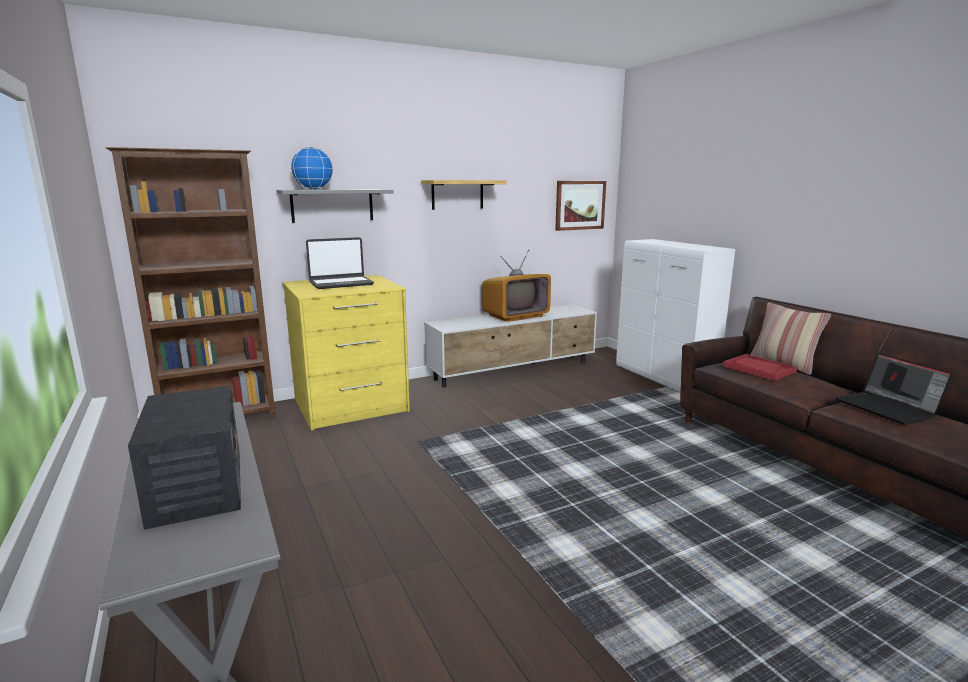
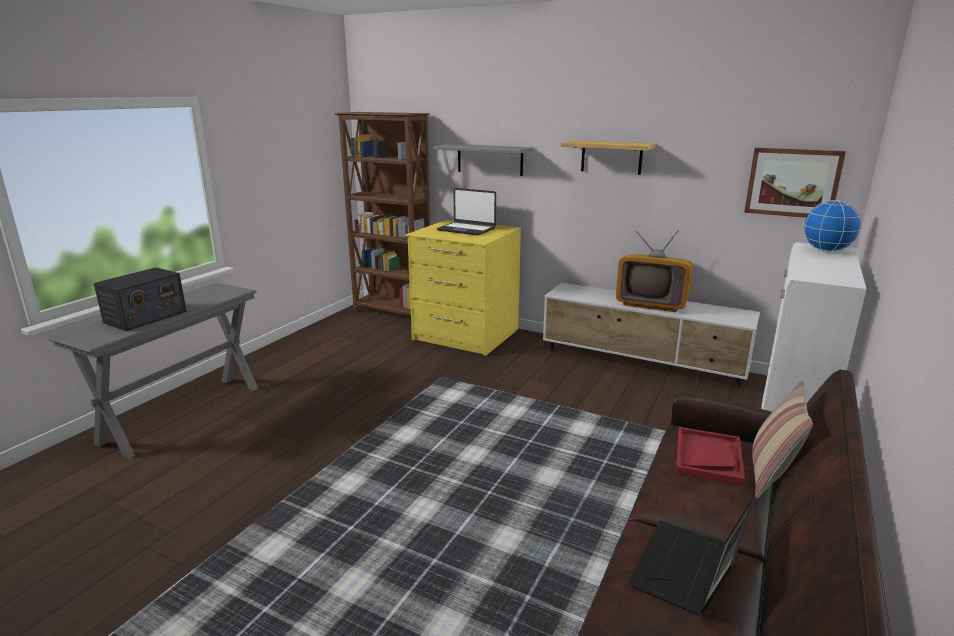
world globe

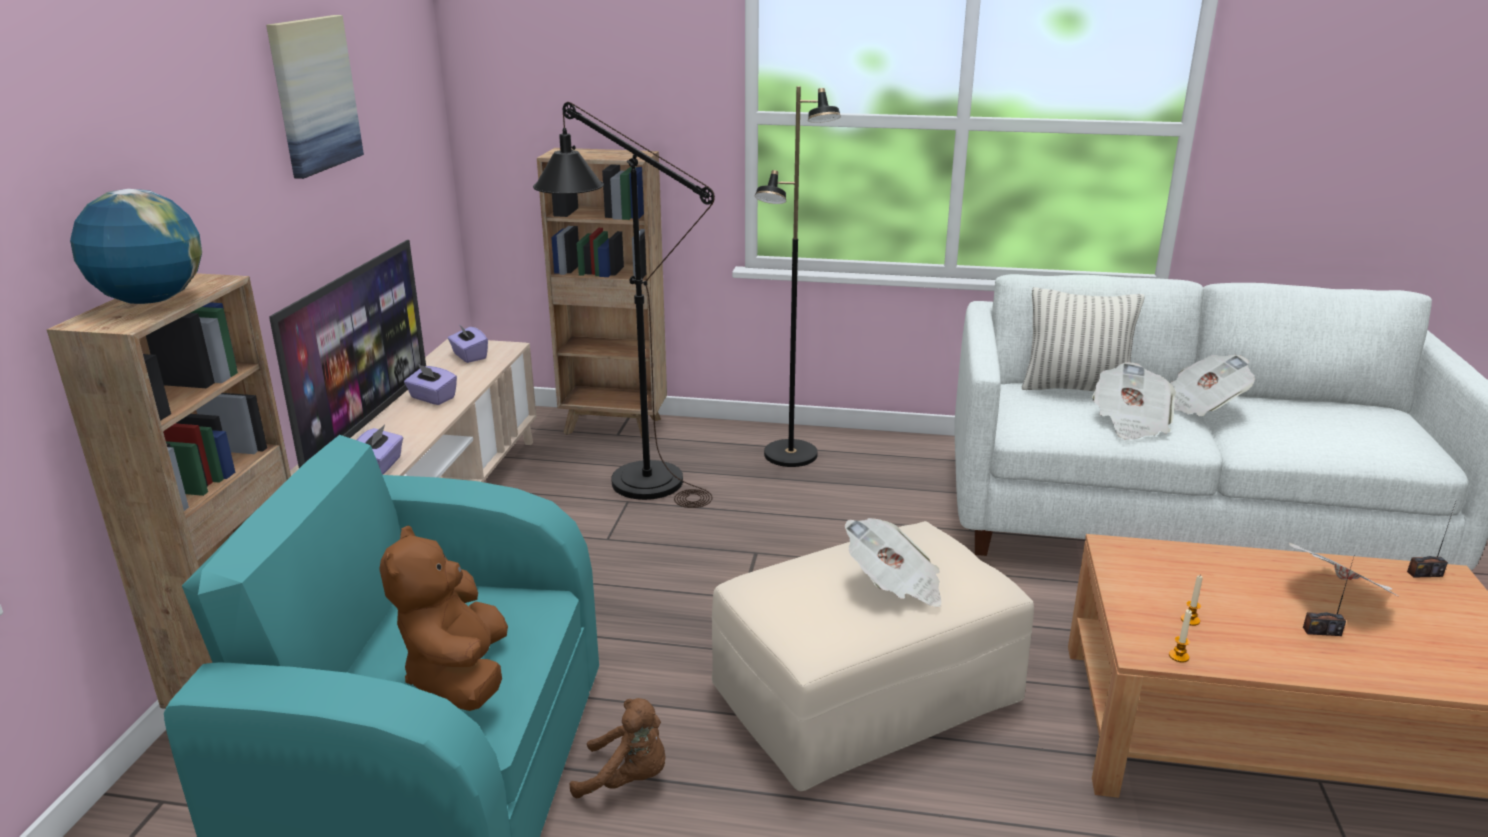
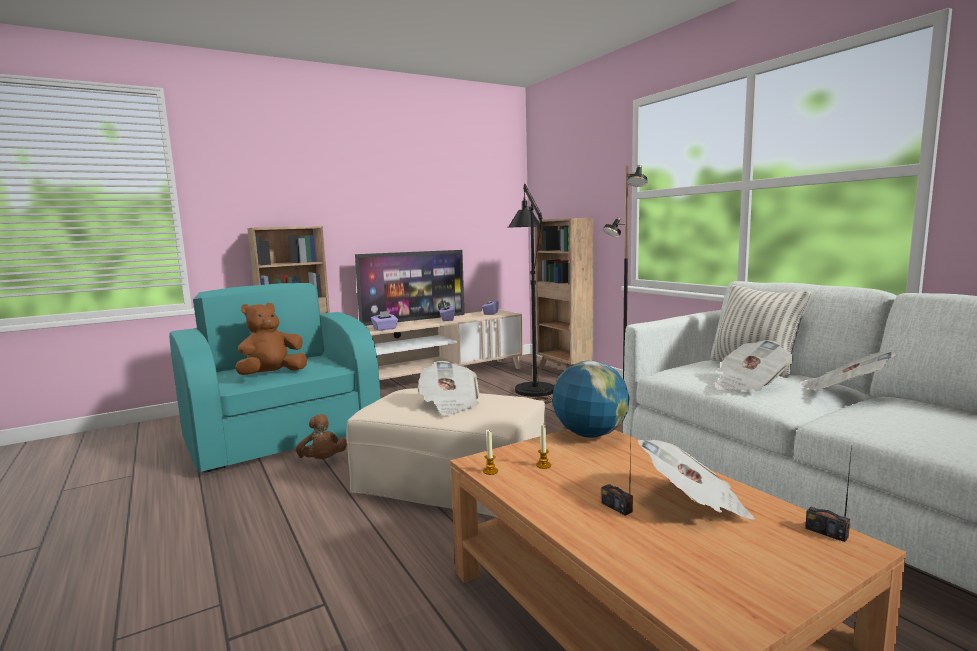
wall picture
world globe

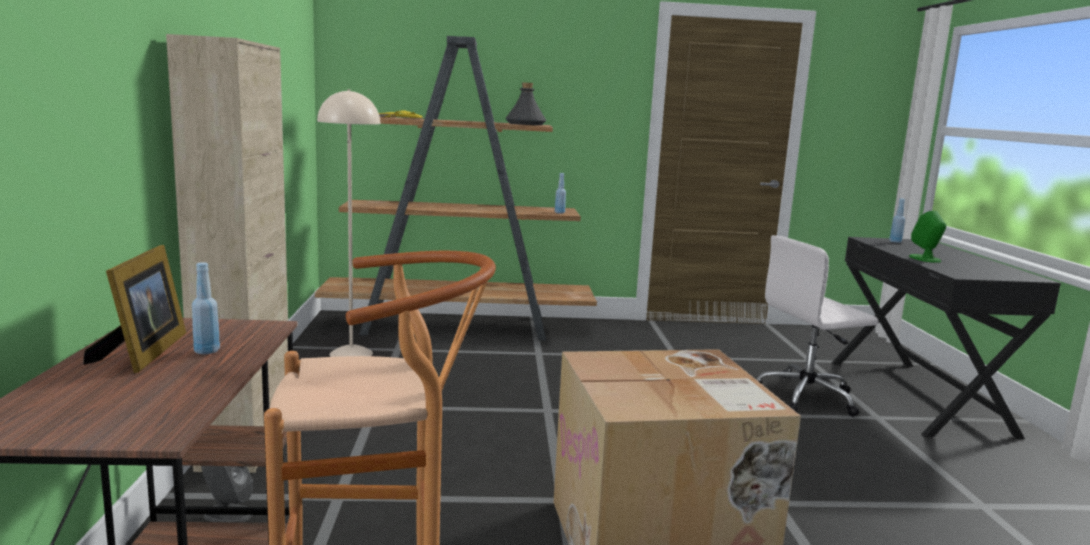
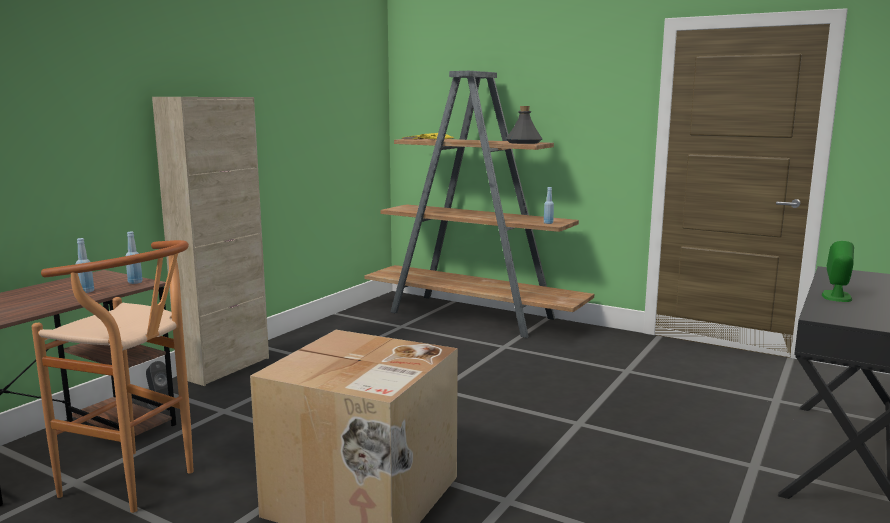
sand-coloured standing lamp
blue drink bottle (no. 2 from left)
whitish computer chair
photo frame

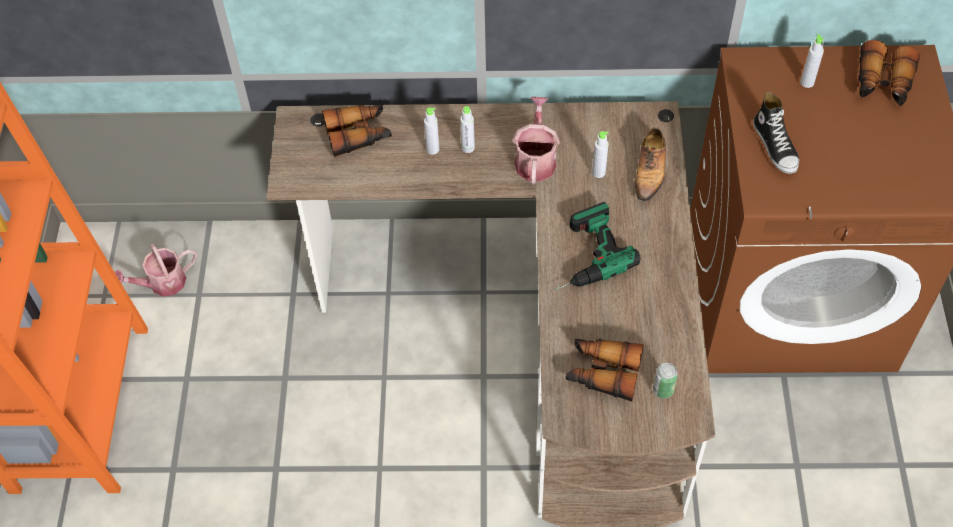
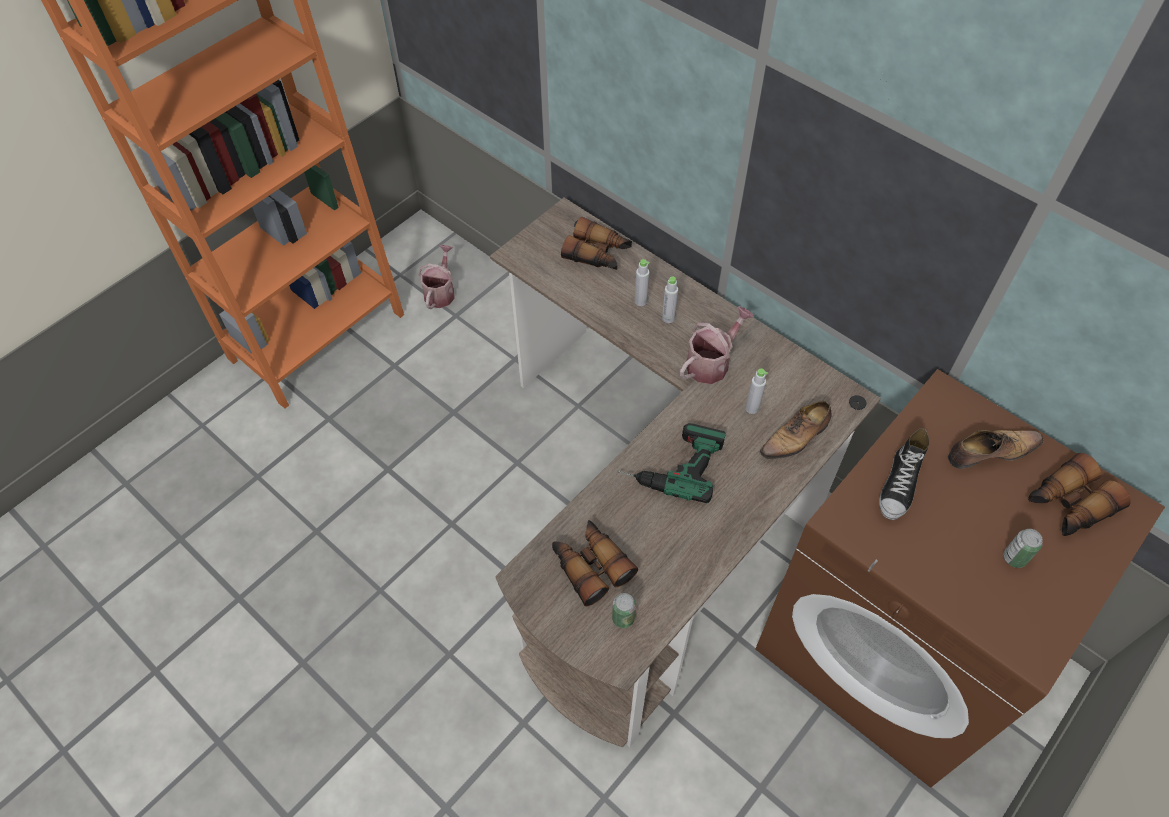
item of footwear (no. 3 from left)
sprinkling can (no. 1 from left)
can (no. 2 from left)

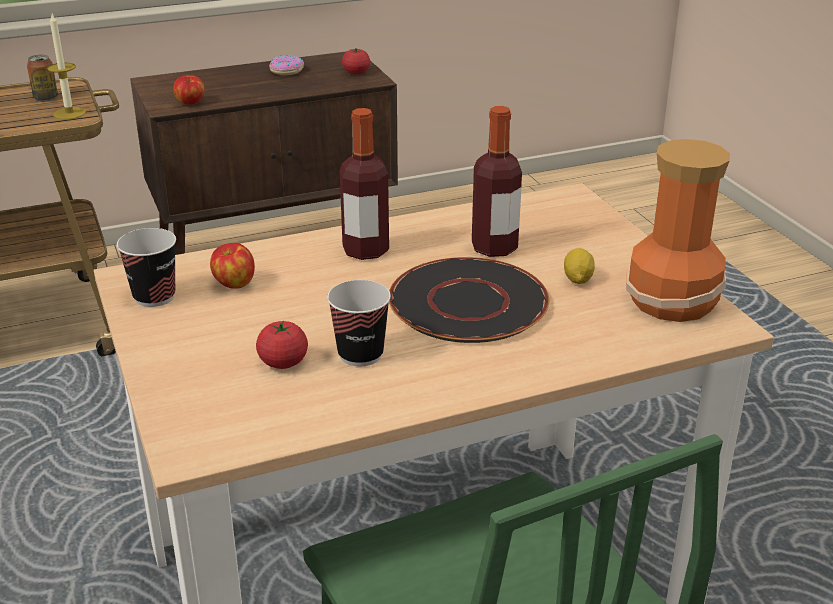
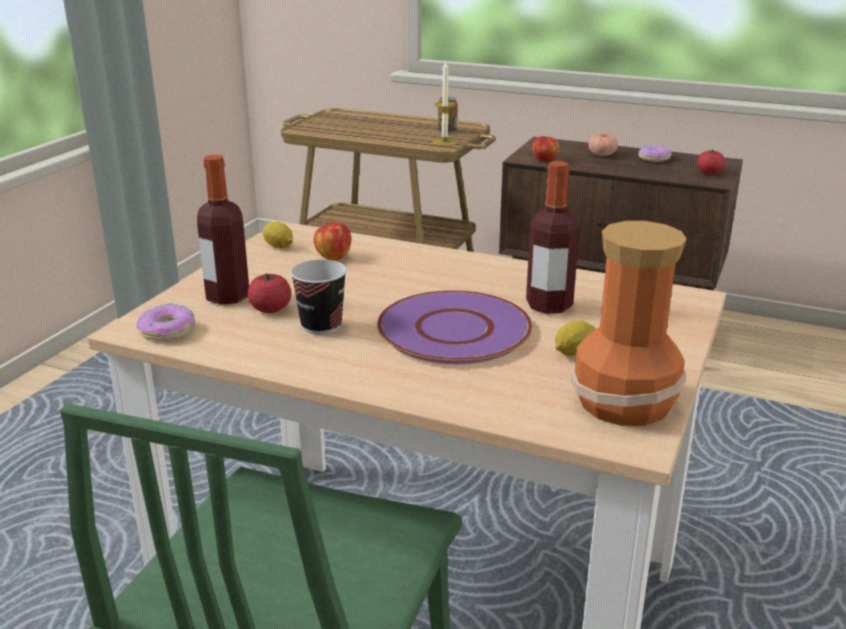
drink bottle (no. 1 from left)
citrus fruit (no. 1 from left)
purple-coloured dinner plate
tomato (no. 2 from left)
ring doughnut (no. 1 from left)

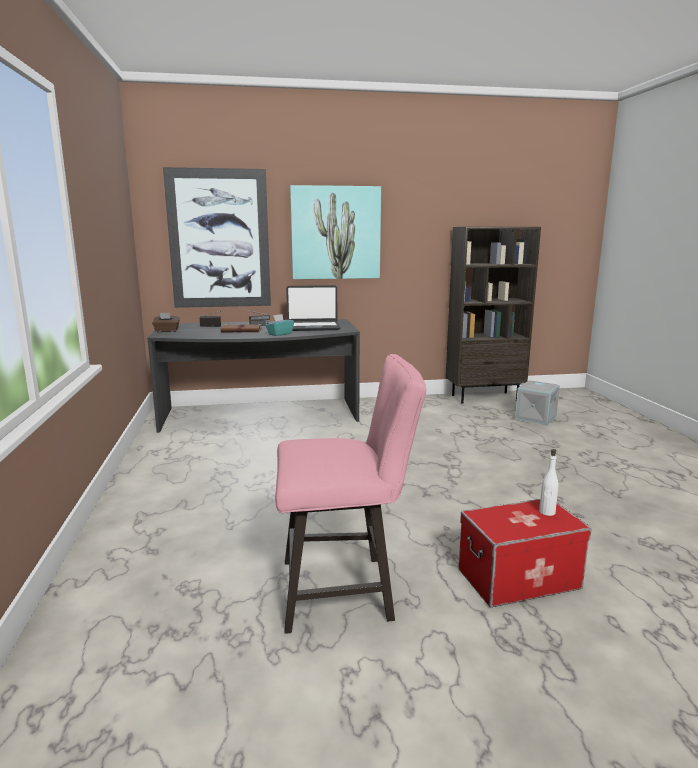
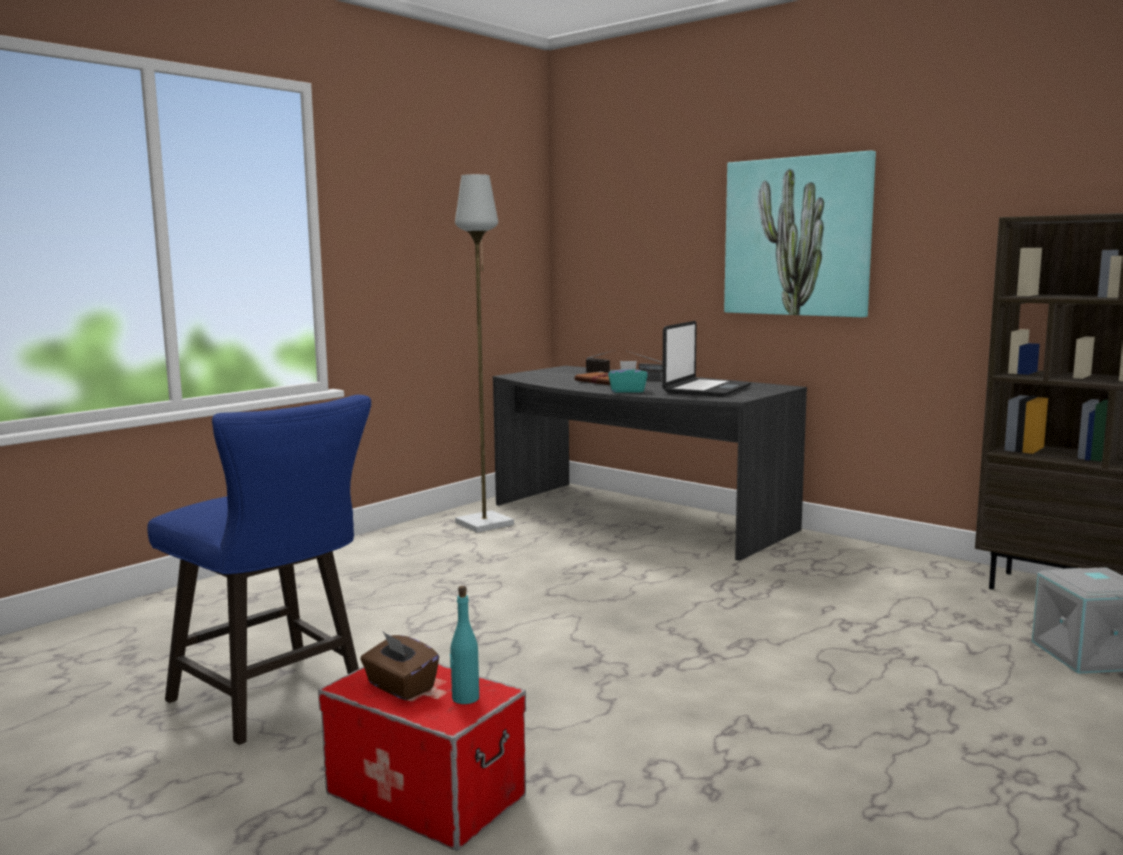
wall picture (no. 1 from left in the first image)
notebook computer
brown-coloured tissue holder
blue stool
turquoise drink bottle
gray standing lamp

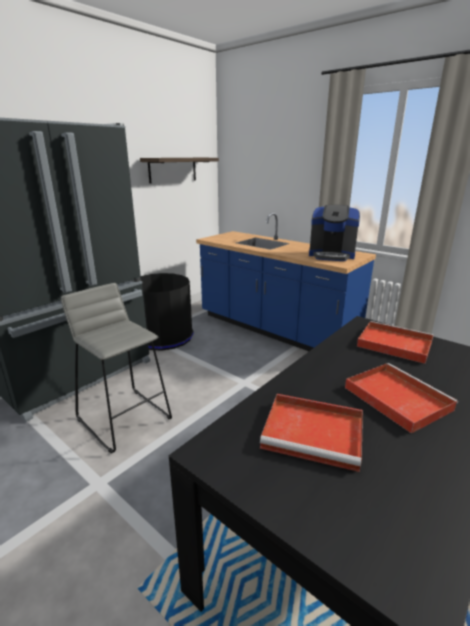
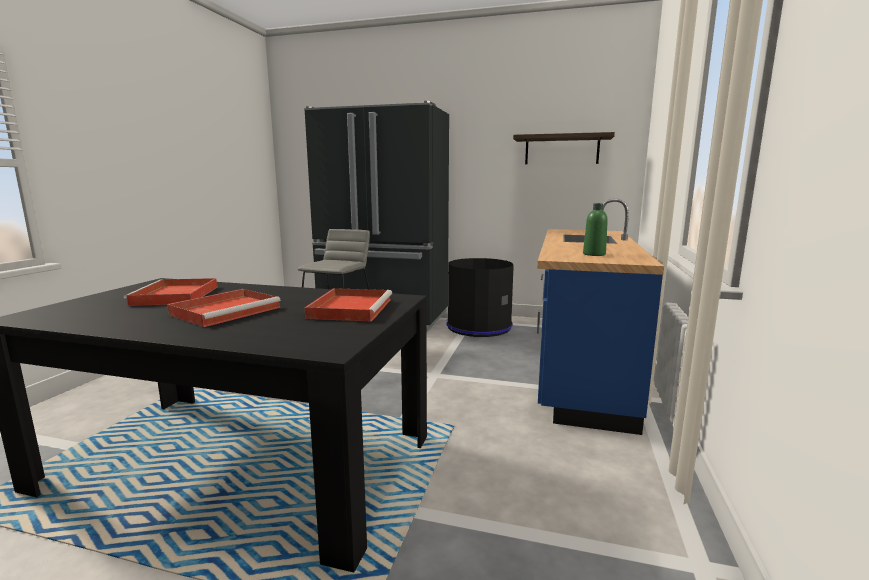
greenish drink bottle

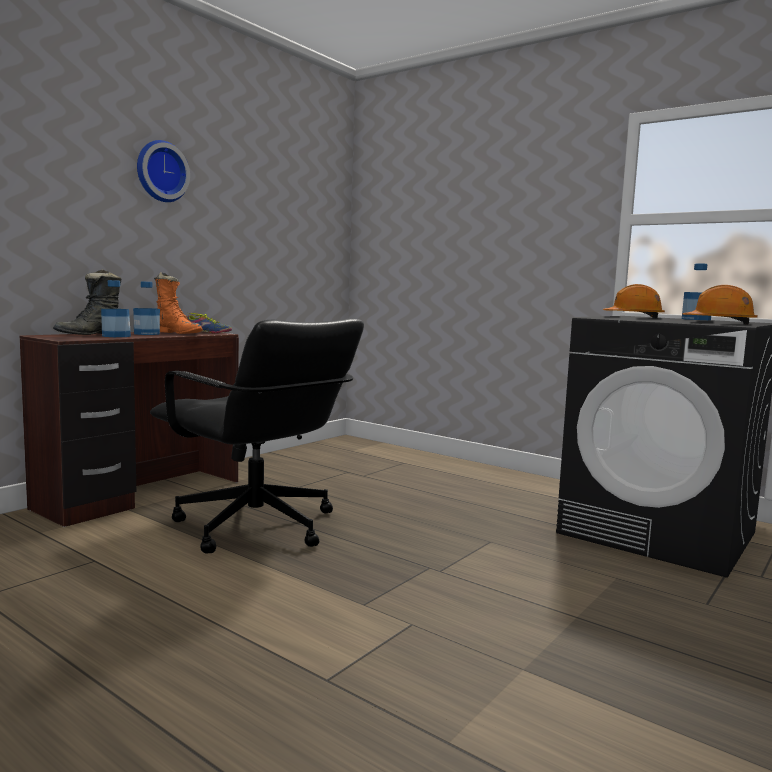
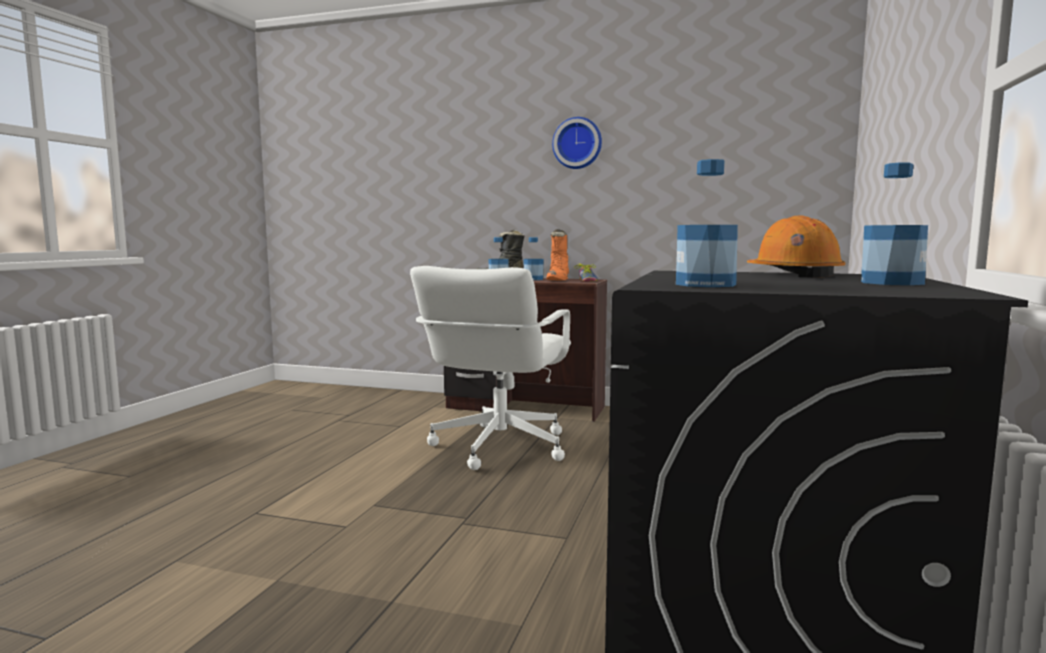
drink bottle (no. 3 from left)
whitish computer chair

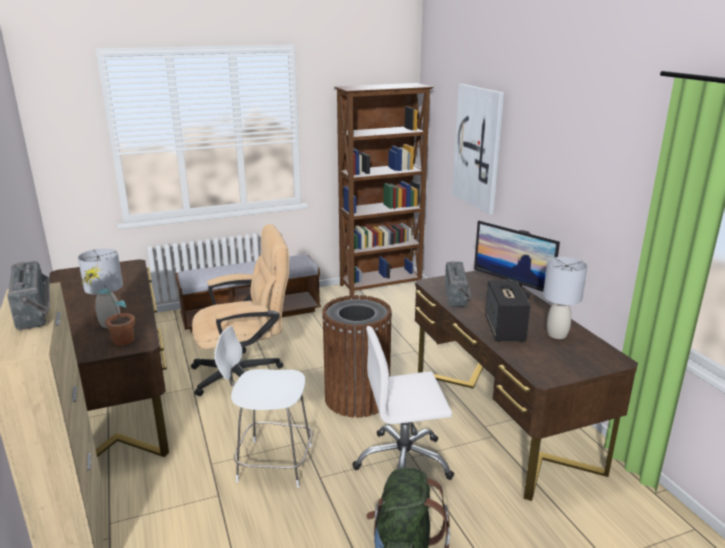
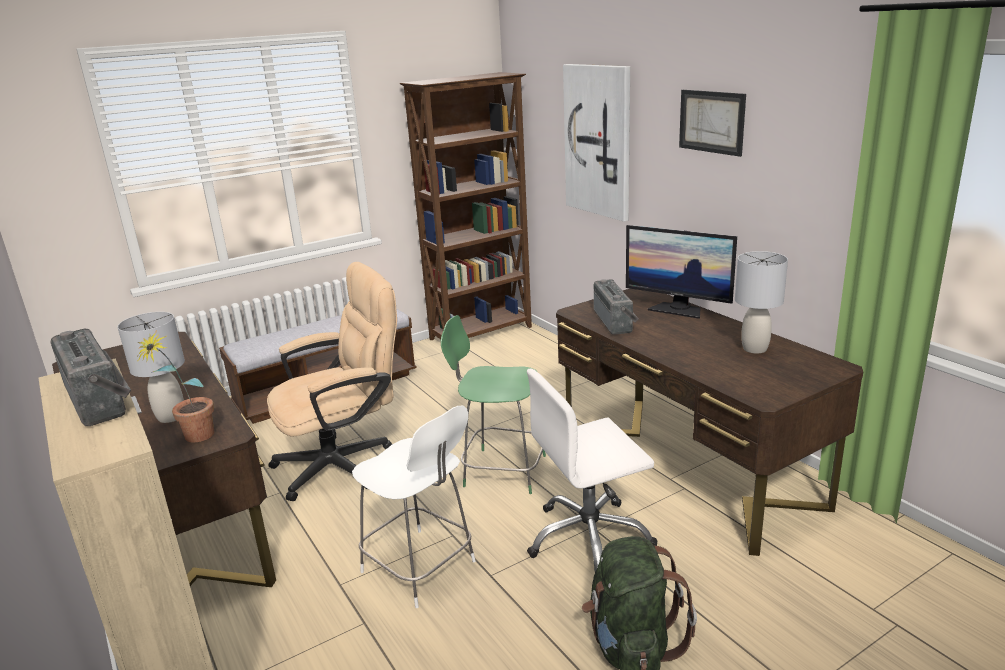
loudspeaker
greenish plain chair
whitish plain chair
wall picture (no. 2 from left)

